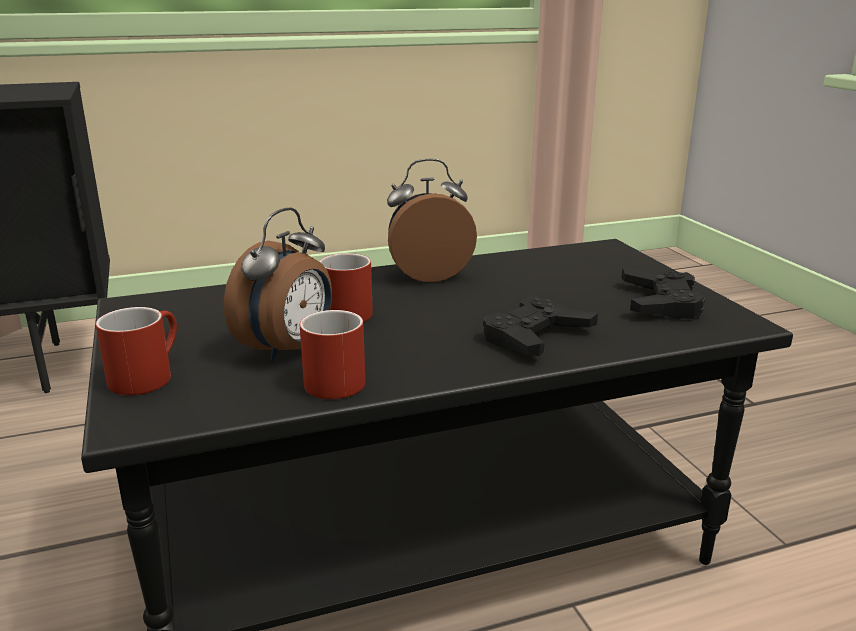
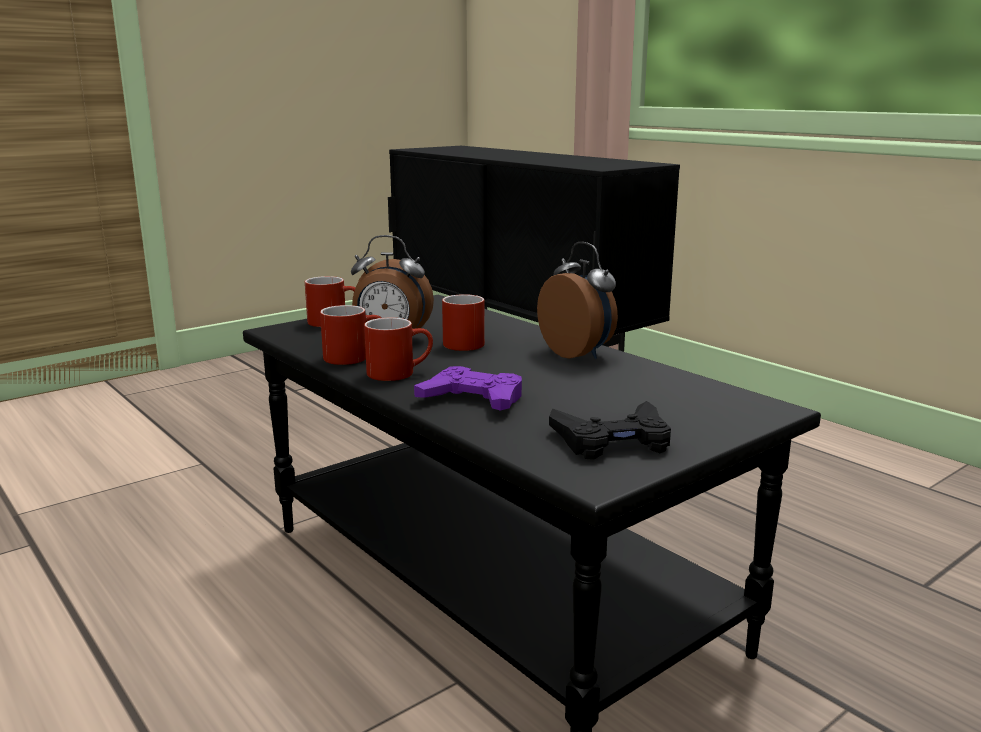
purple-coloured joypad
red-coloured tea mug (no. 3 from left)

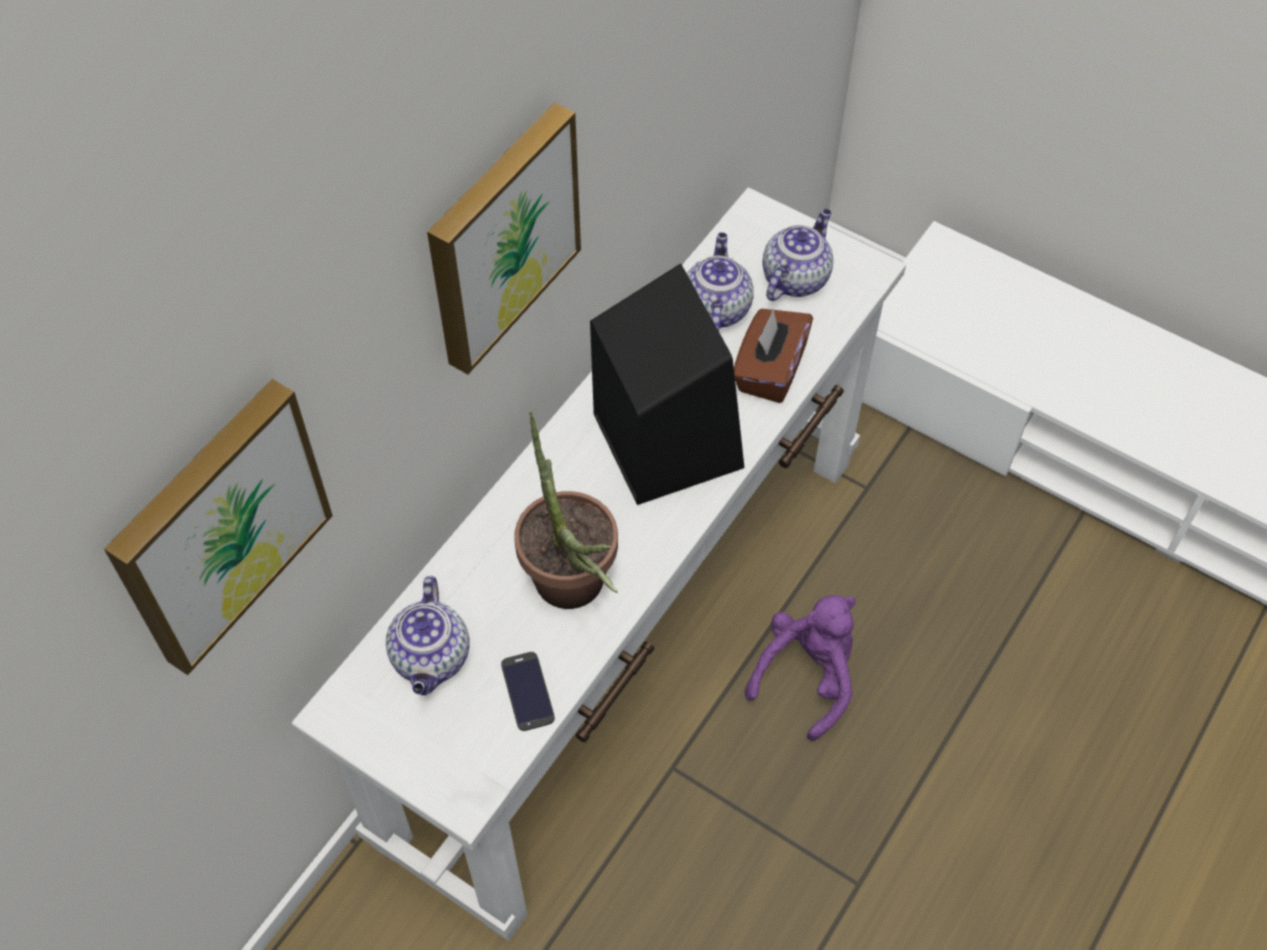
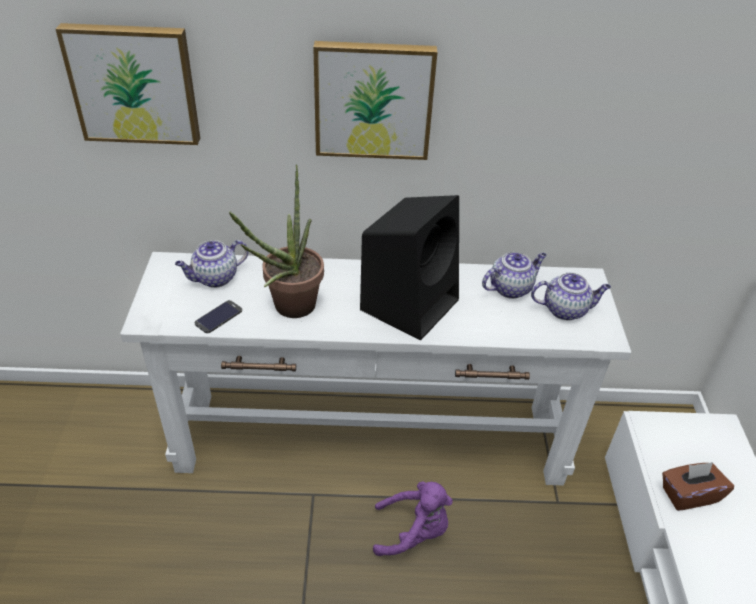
brown-coloured tissue holder

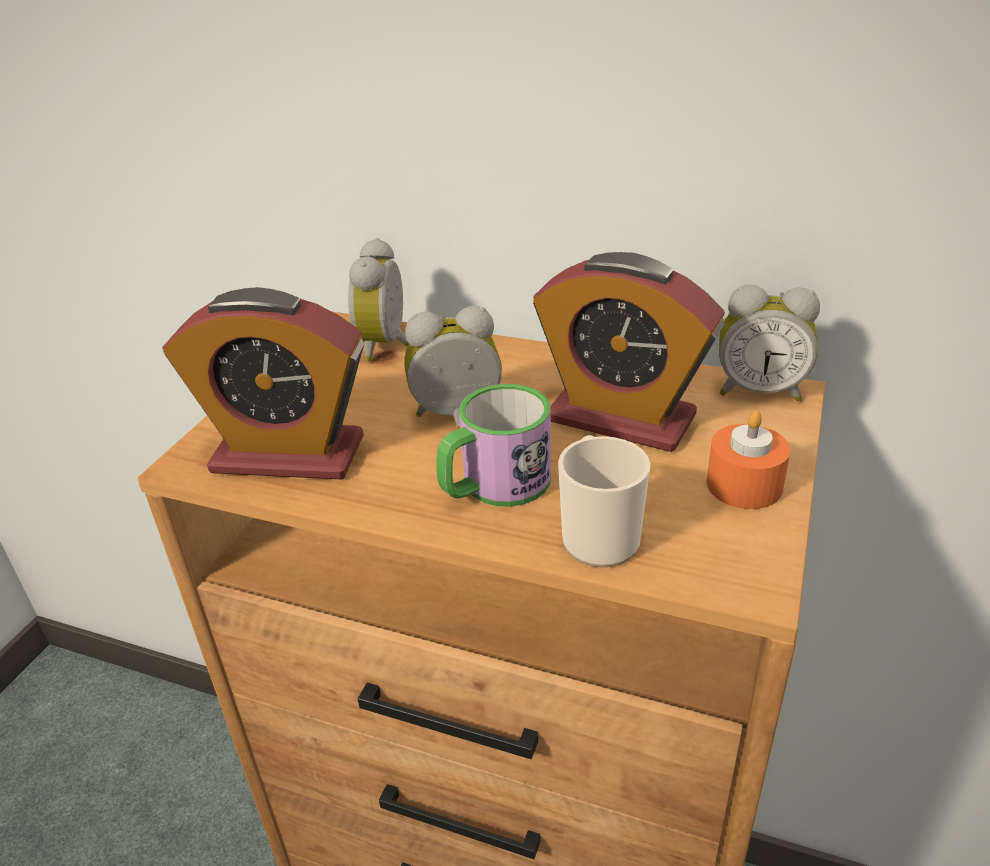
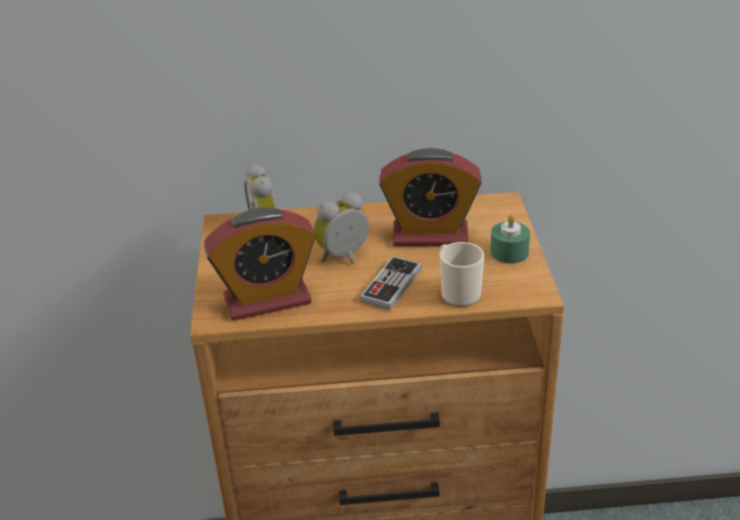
bedside clock (no. 5 from left in the first image)
joypad
greenish candle

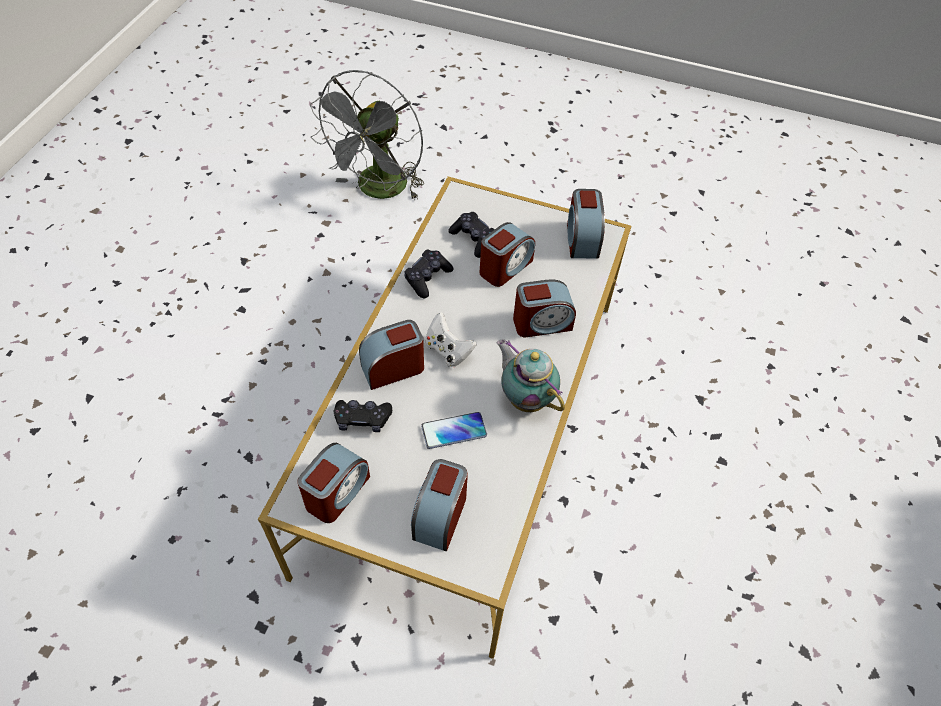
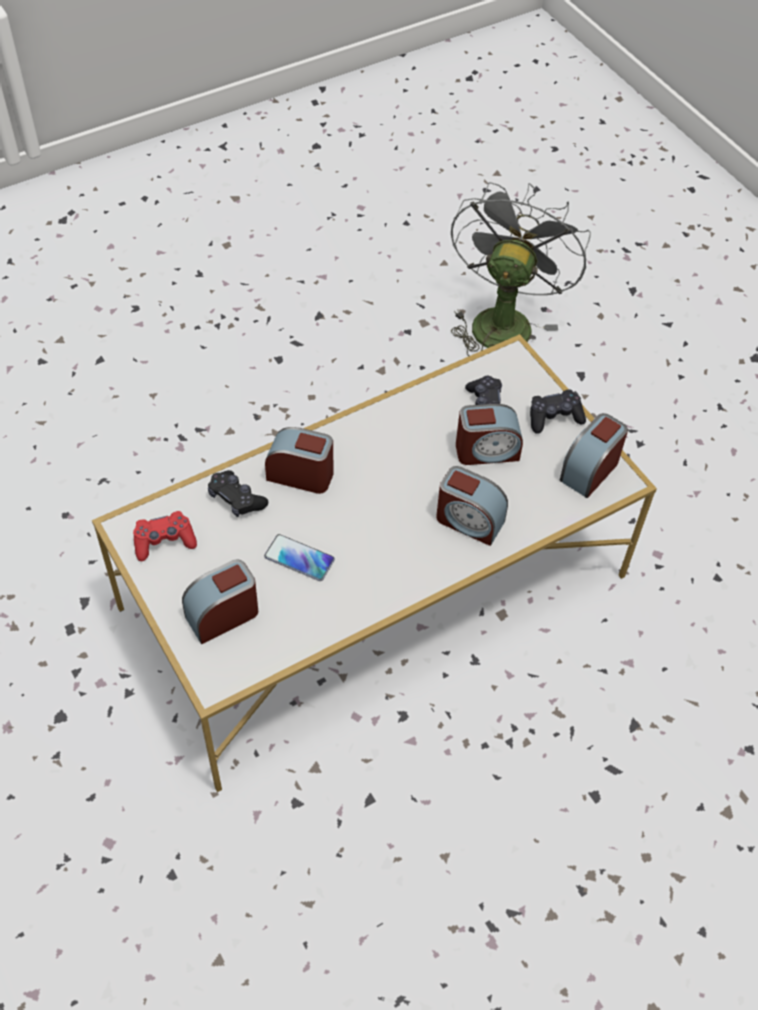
gray cooling fan
black joypad (no. 3 from left)
whitish joypad
teapot
red-coloured joypad

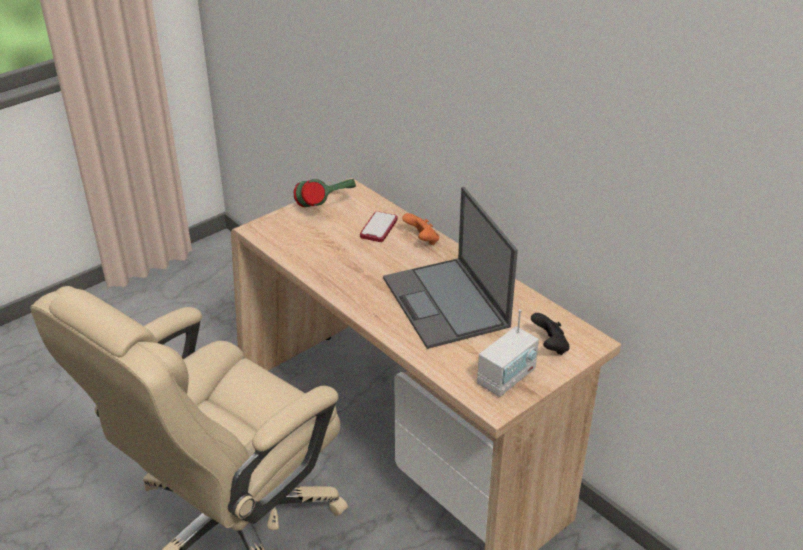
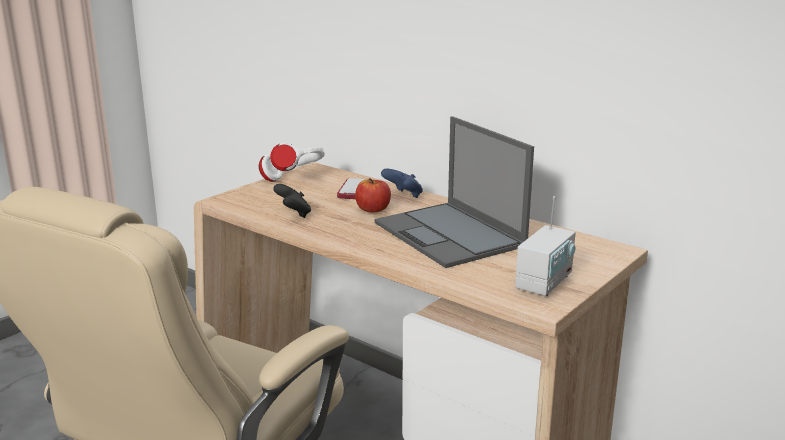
whitish headset
blue joypad
black joypad
whole apple

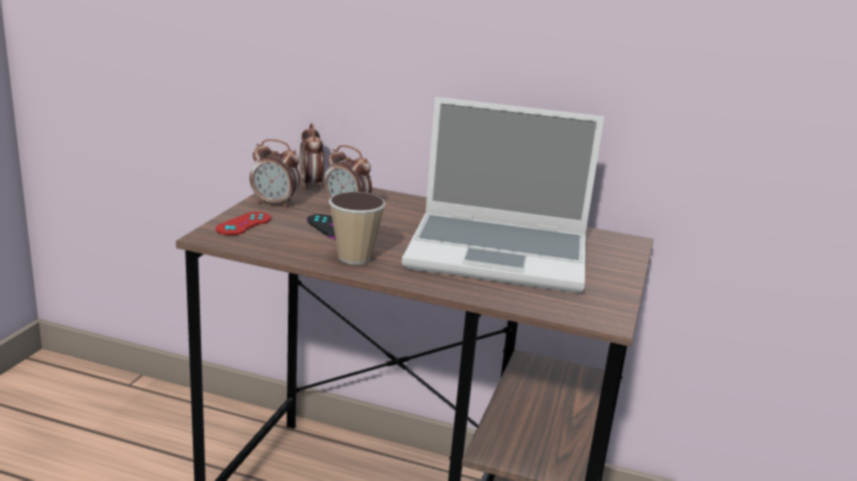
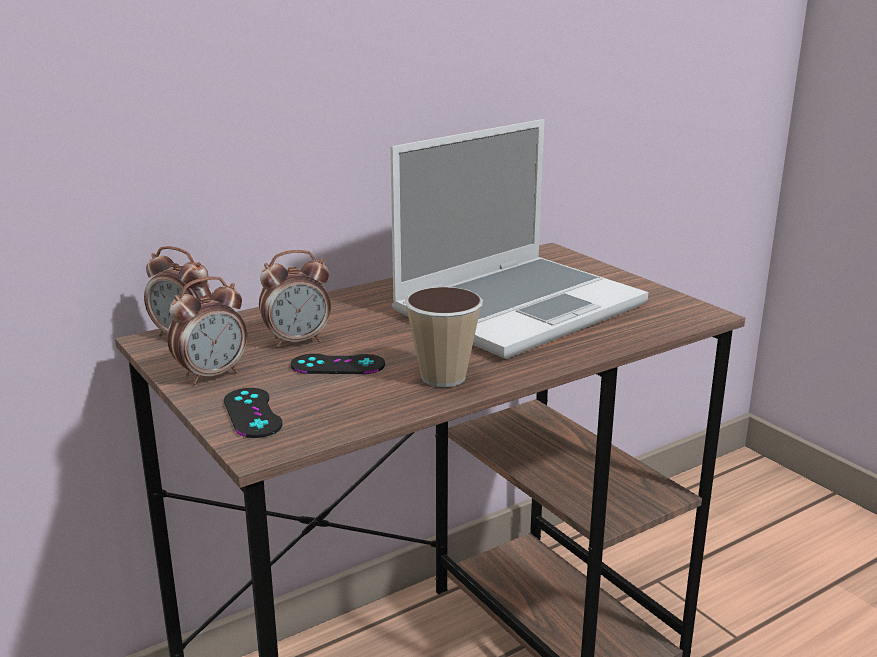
black joypad (no. 1 from left)

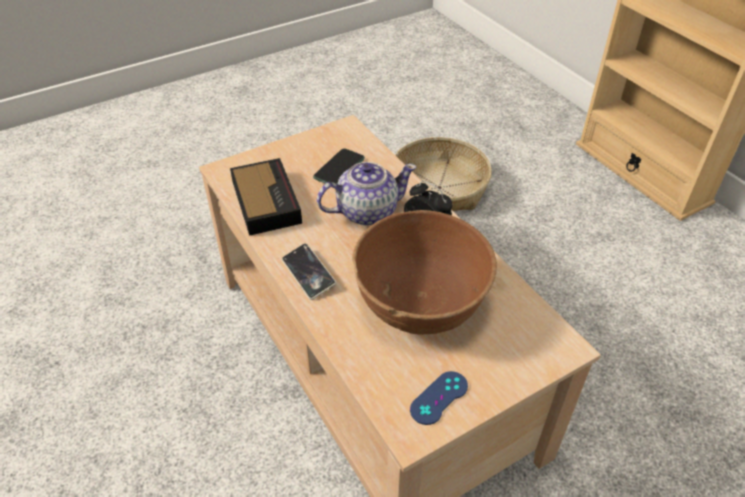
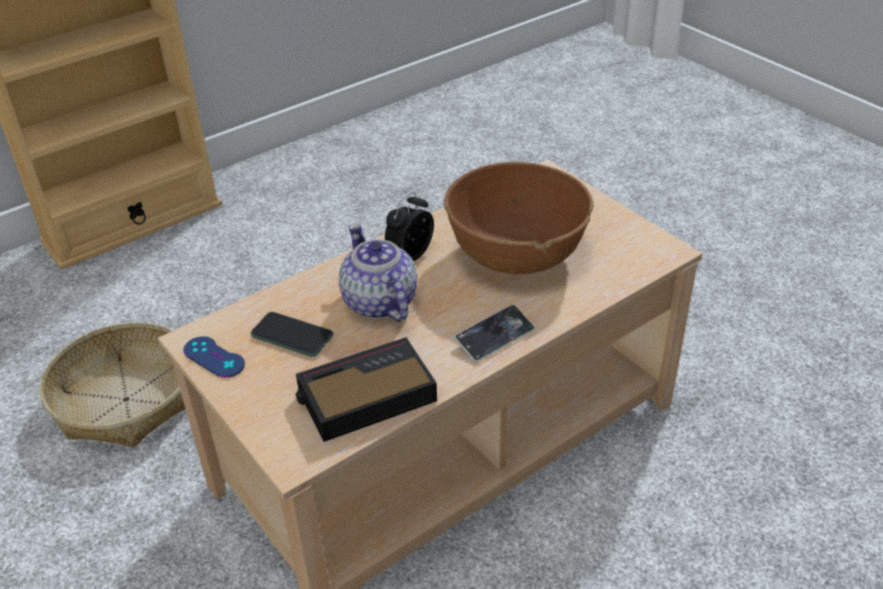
blue joypad

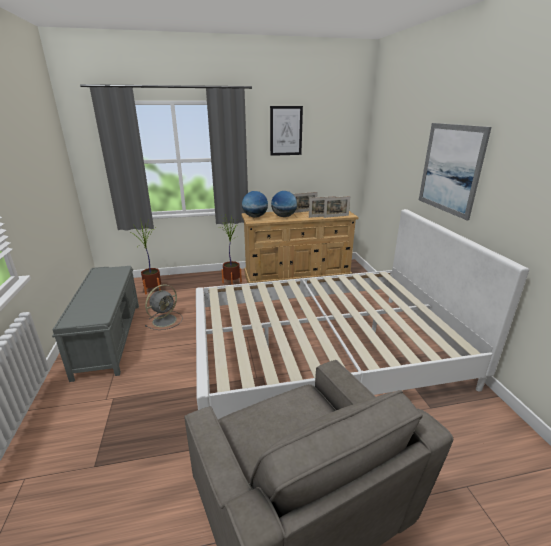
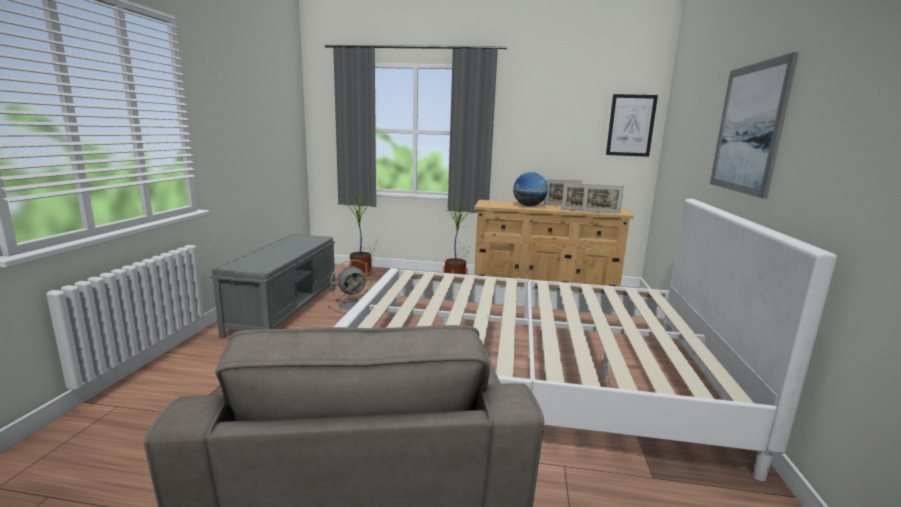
wall picture (no. 1 from left)
world globe (no. 1 from left in the first image)

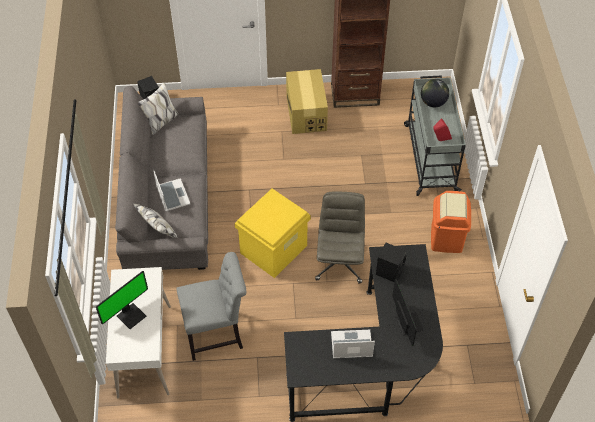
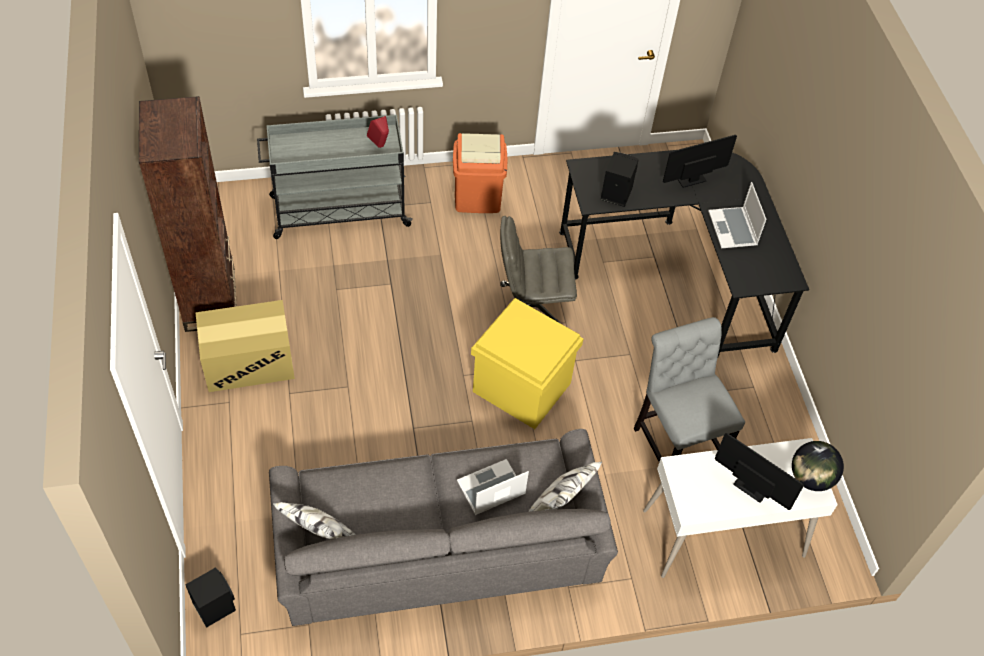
world globe

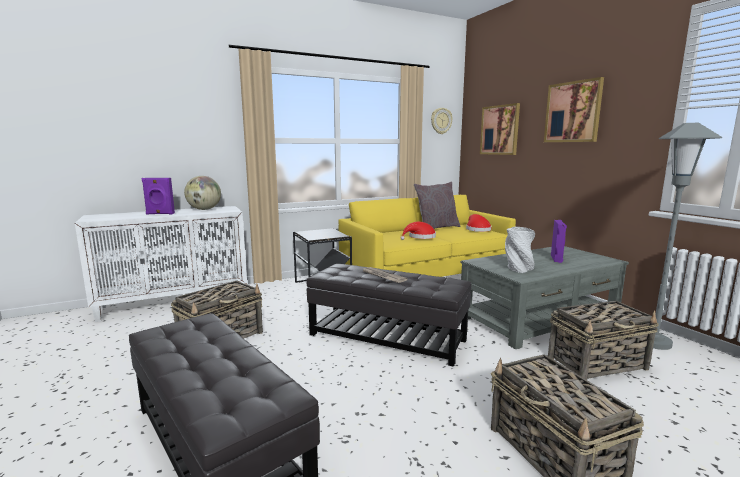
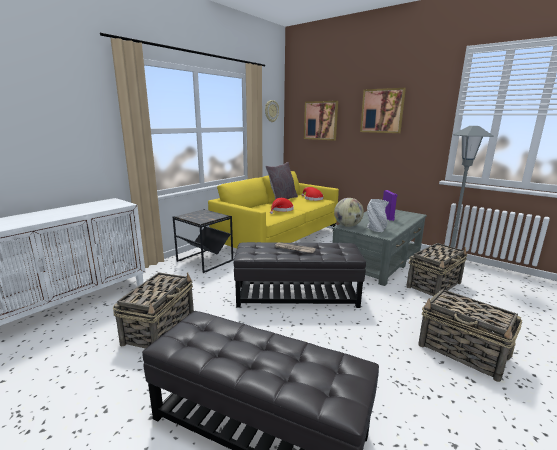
world globe
purple-coloured loudspeaker (no. 1 from left in the first image)

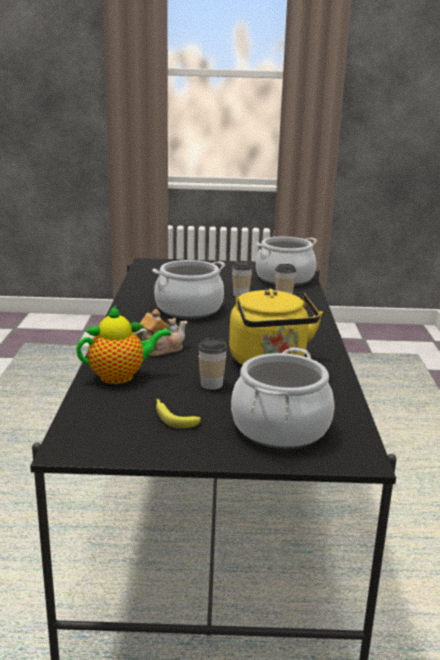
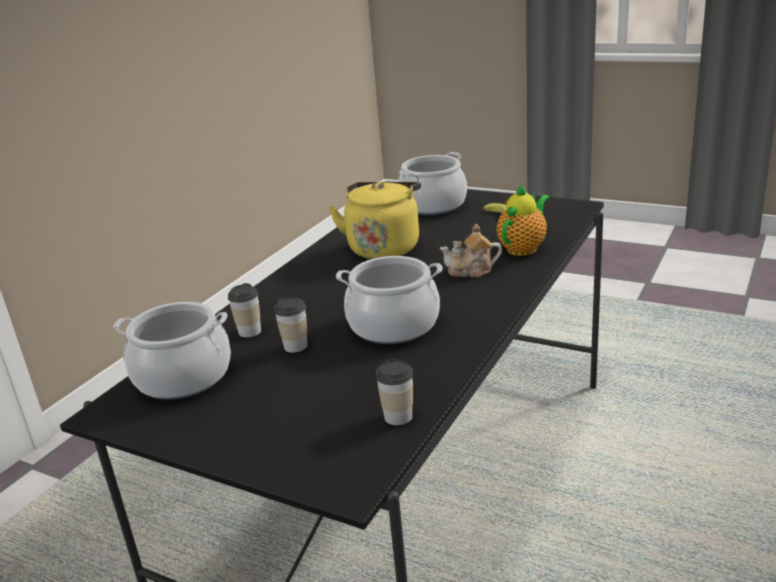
teapot (no. 2 from left)
small cup (no. 3 from left)

